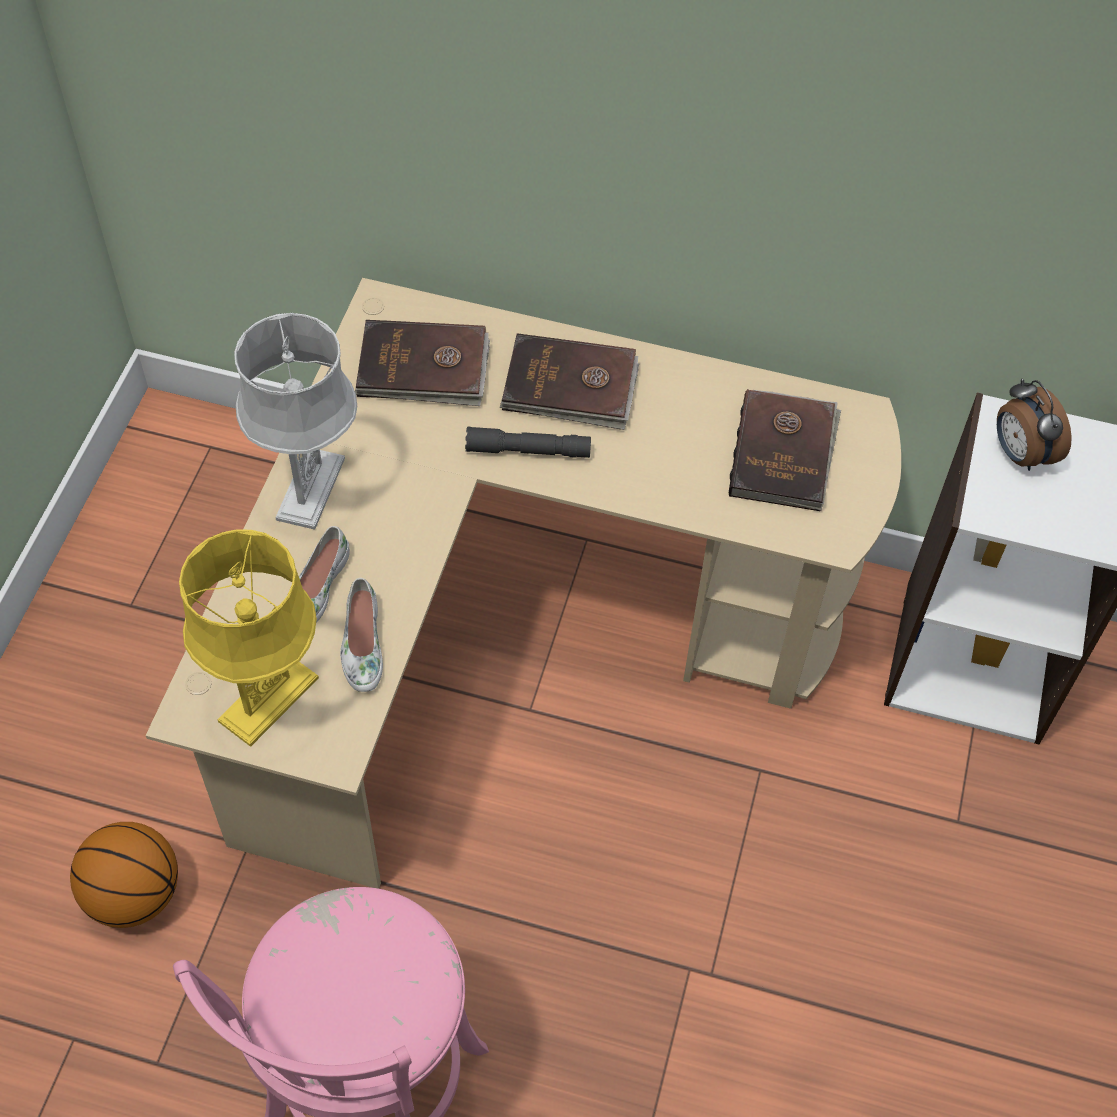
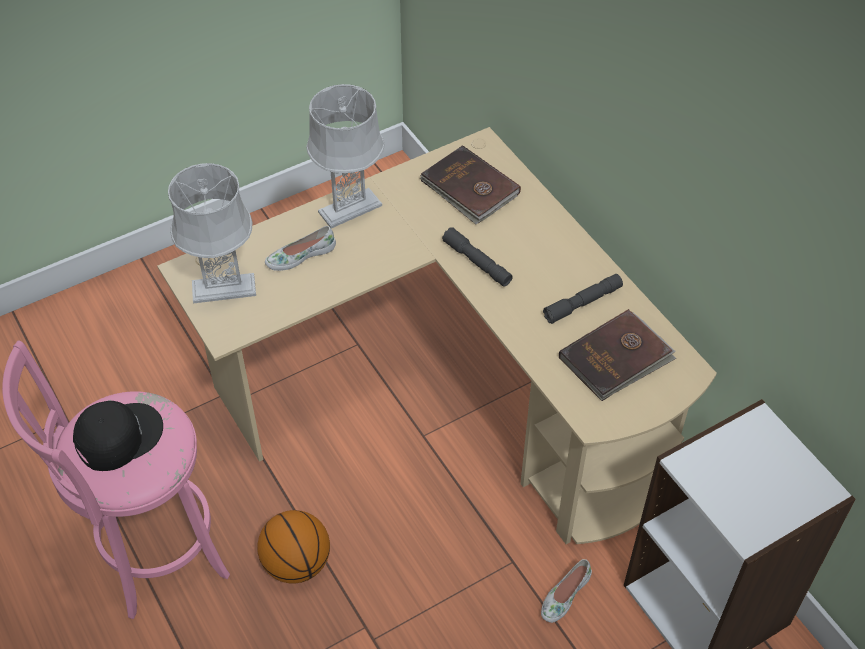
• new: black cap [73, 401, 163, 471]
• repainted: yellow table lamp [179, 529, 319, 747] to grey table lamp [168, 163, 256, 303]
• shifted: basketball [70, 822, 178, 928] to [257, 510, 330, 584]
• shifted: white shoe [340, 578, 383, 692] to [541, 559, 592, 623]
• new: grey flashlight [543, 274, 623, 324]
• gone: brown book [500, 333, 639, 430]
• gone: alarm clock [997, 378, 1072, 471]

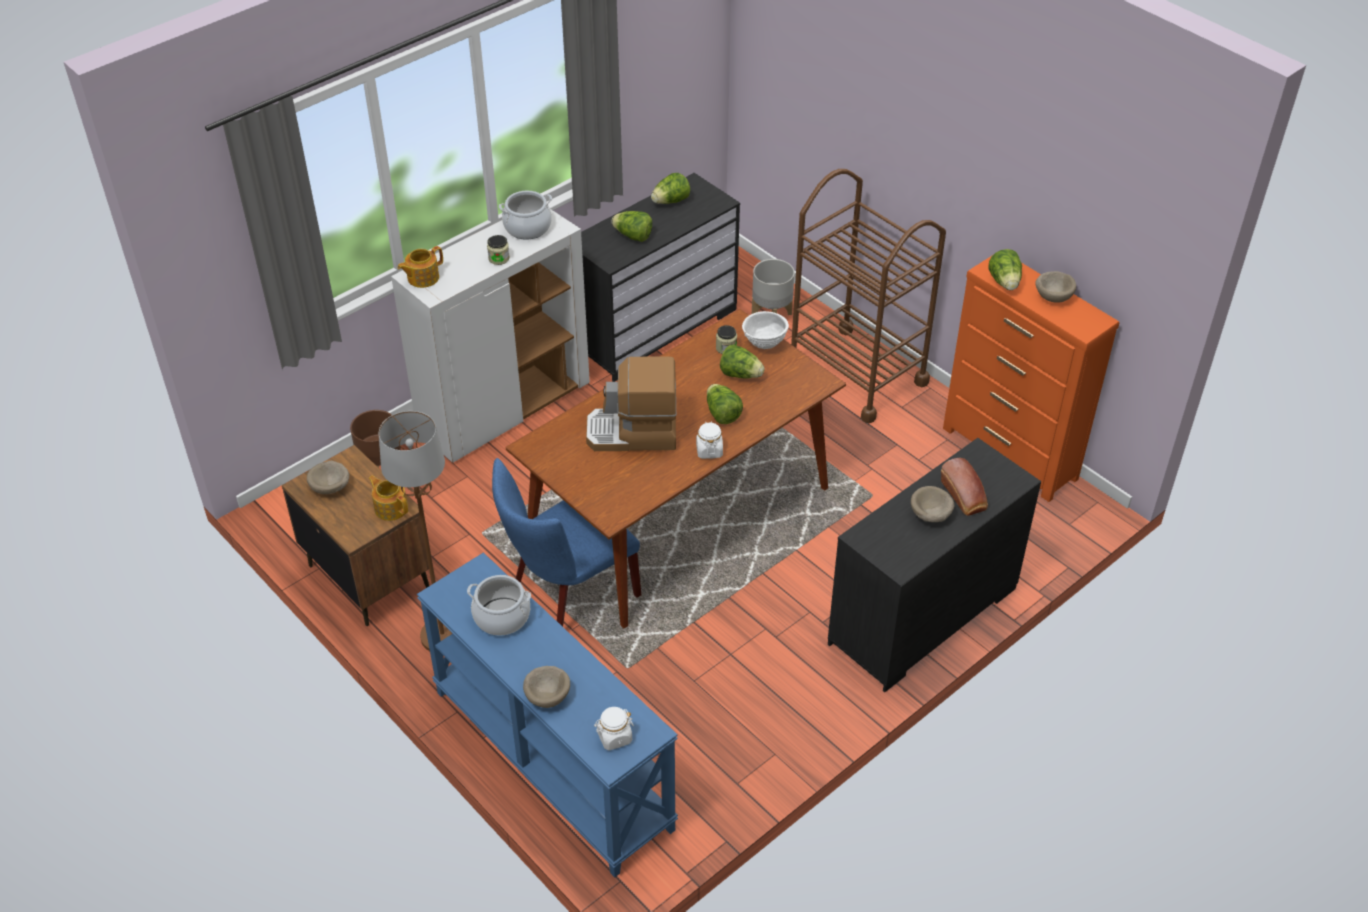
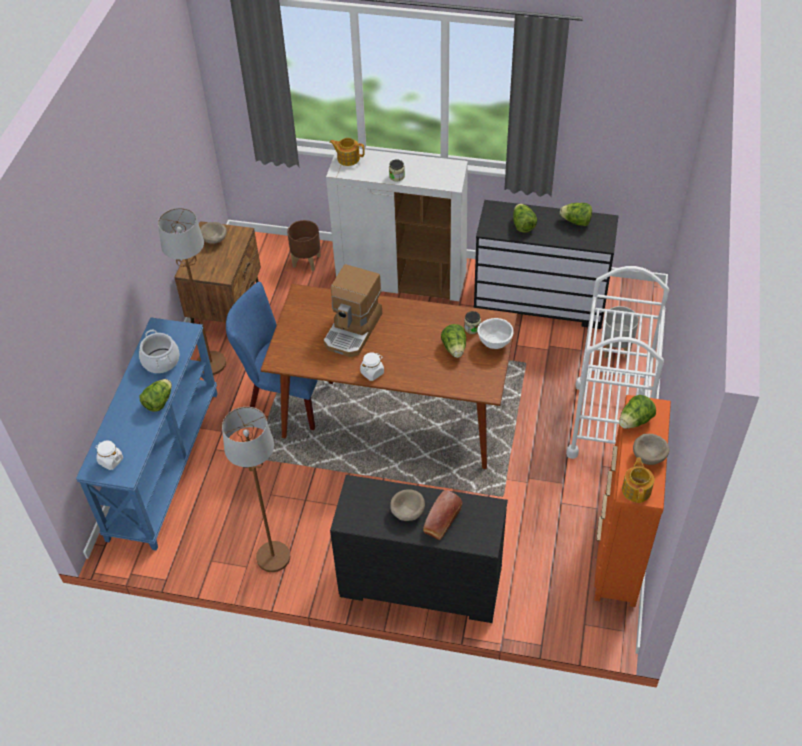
• shifted: lettuce [707, 384, 743, 424] to [139, 379, 172, 412]
• new: brown floor lamp [222, 407, 290, 572]
• rotated: coffee machine [586, 356, 676, 451] = [323, 264, 382, 357] 120 degrees counterclockwise
• repainted: brown cart [791, 169, 946, 423] to white cart [566, 266, 669, 459]
• shifted: teapot [368, 476, 408, 521] to [622, 457, 654, 503]
• gone: cooking pot [499, 191, 552, 240]
• gone: beige bowl [523, 666, 570, 708]

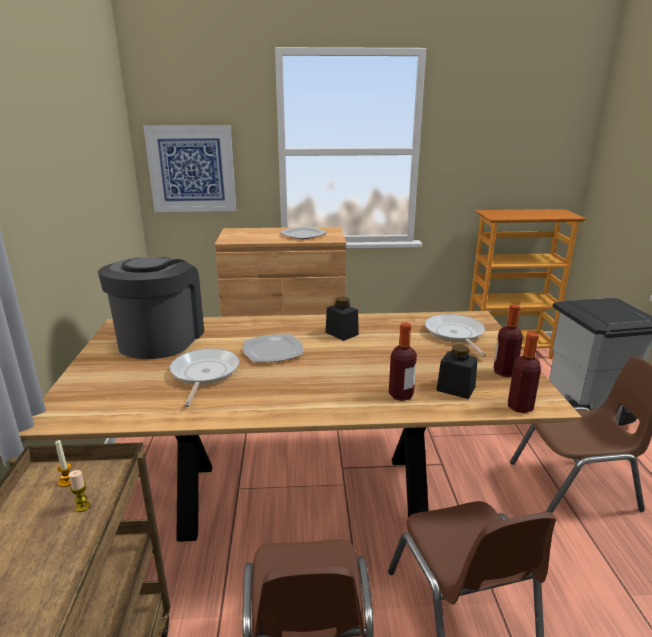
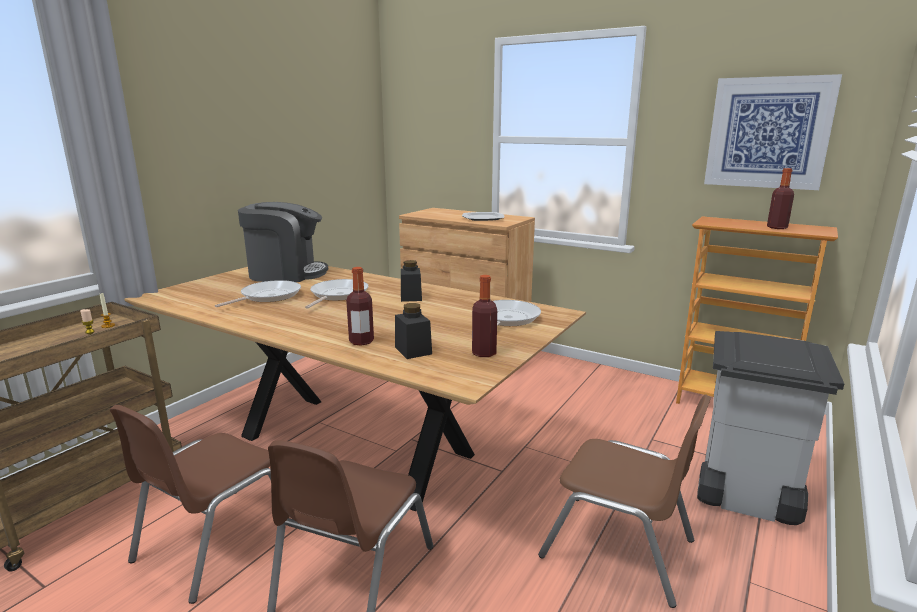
• rotated: coffee machine [98, 257, 204, 359] = [238, 202, 328, 282] 45 degrees clockwise
• swapped: plate [243, 334, 303, 362] to frying pan [305, 279, 368, 309]
• shifted: picture [143, 125, 236, 212] to [704, 74, 842, 190]
• shifted: bottle [508, 332, 541, 413] to [767, 168, 794, 229]

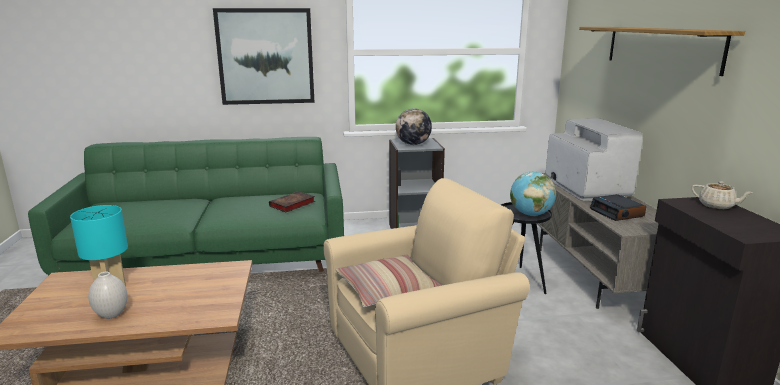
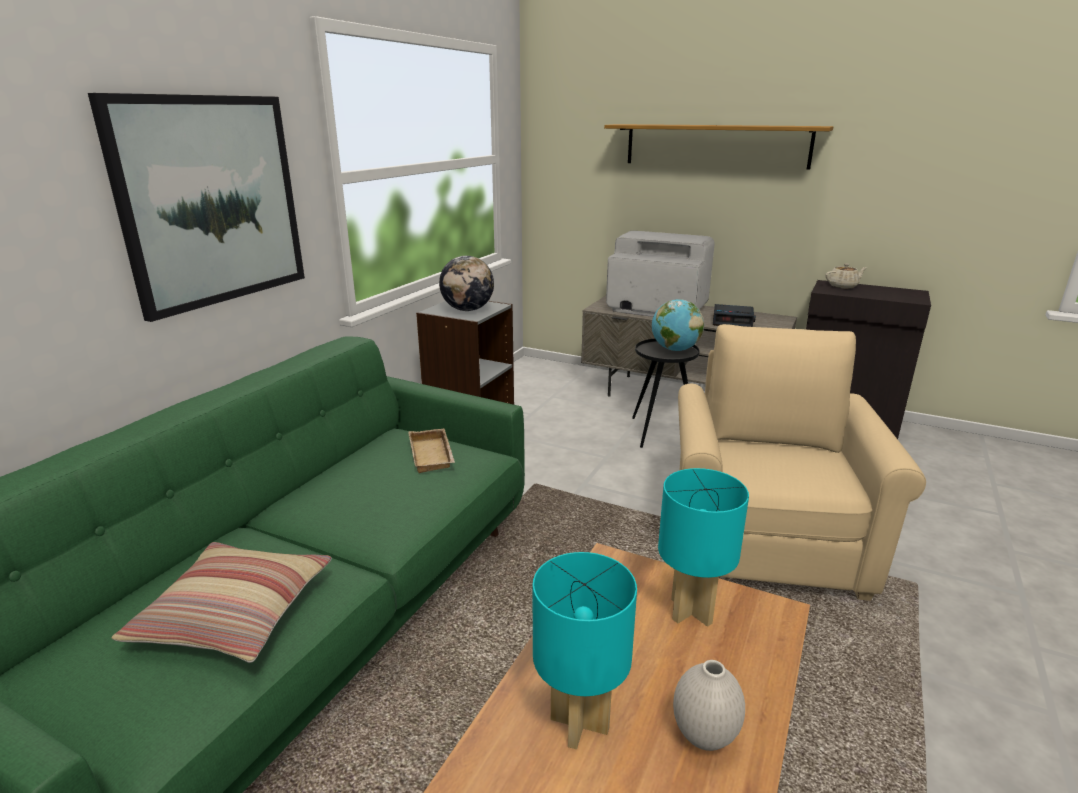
• shifted: pillow [335, 254, 442, 307] to [111, 542, 332, 663]
• swapped: book [269, 191, 315, 212] to beige tray [408, 428, 455, 473]
• new: turquoise table lamp [658, 468, 749, 627]

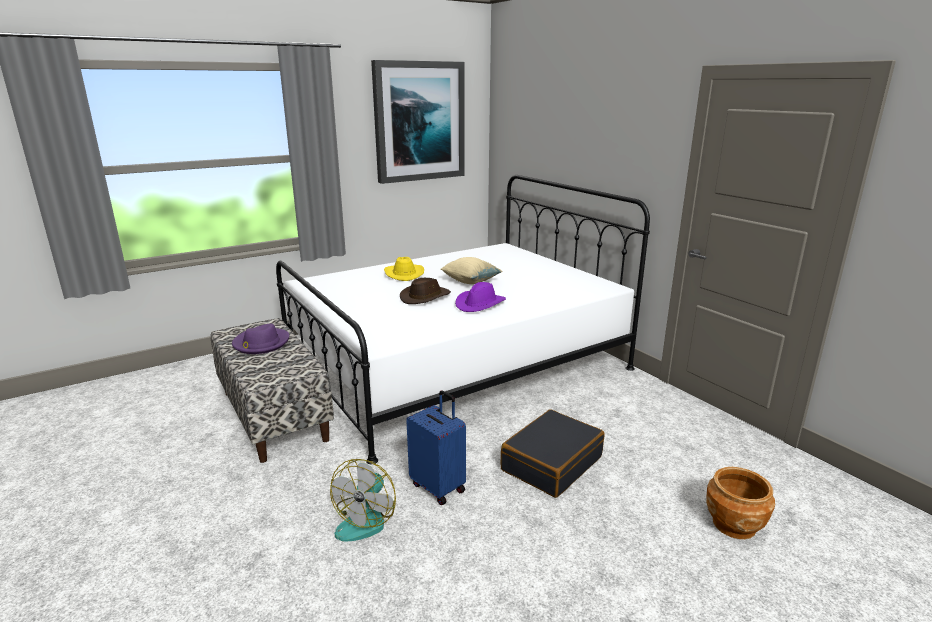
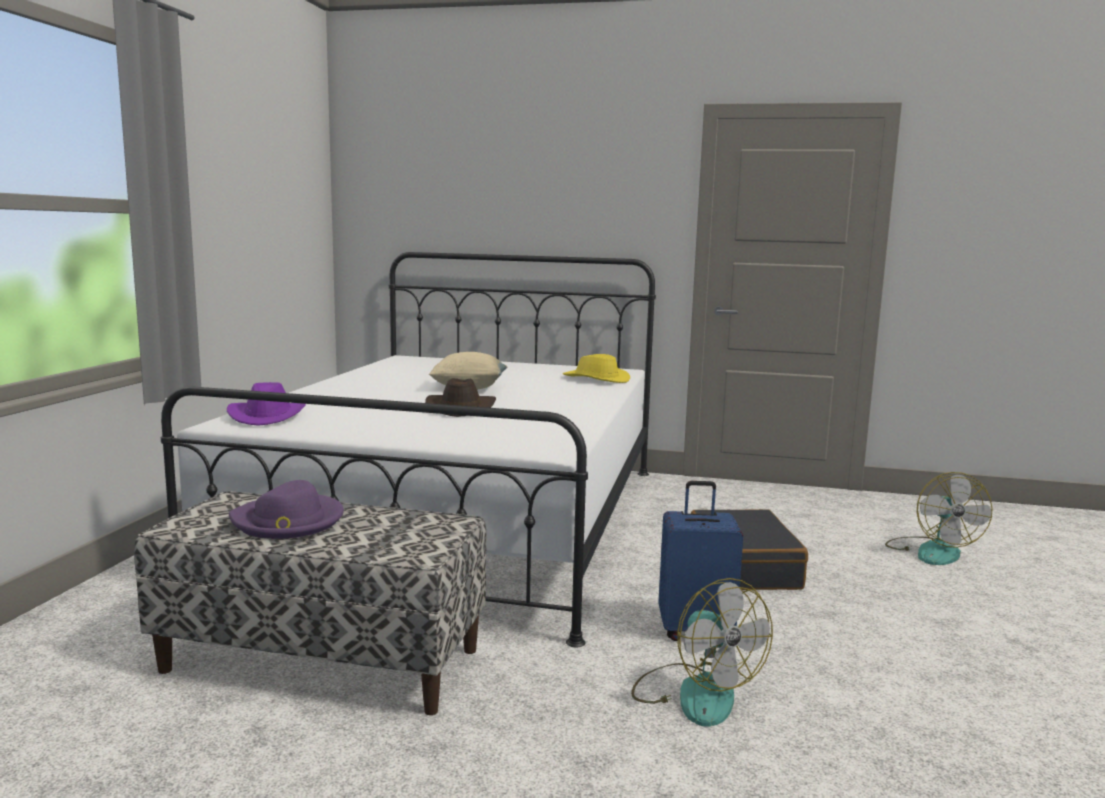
• shifted: purple hat [455, 282, 506, 312] to [227, 382, 306, 426]
• shifted: yellow hat [384, 257, 424, 281] to [563, 354, 630, 383]
• swapped: brown planter [706, 467, 775, 539] to fan [885, 472, 992, 565]
• gone: picture [371, 60, 465, 184]

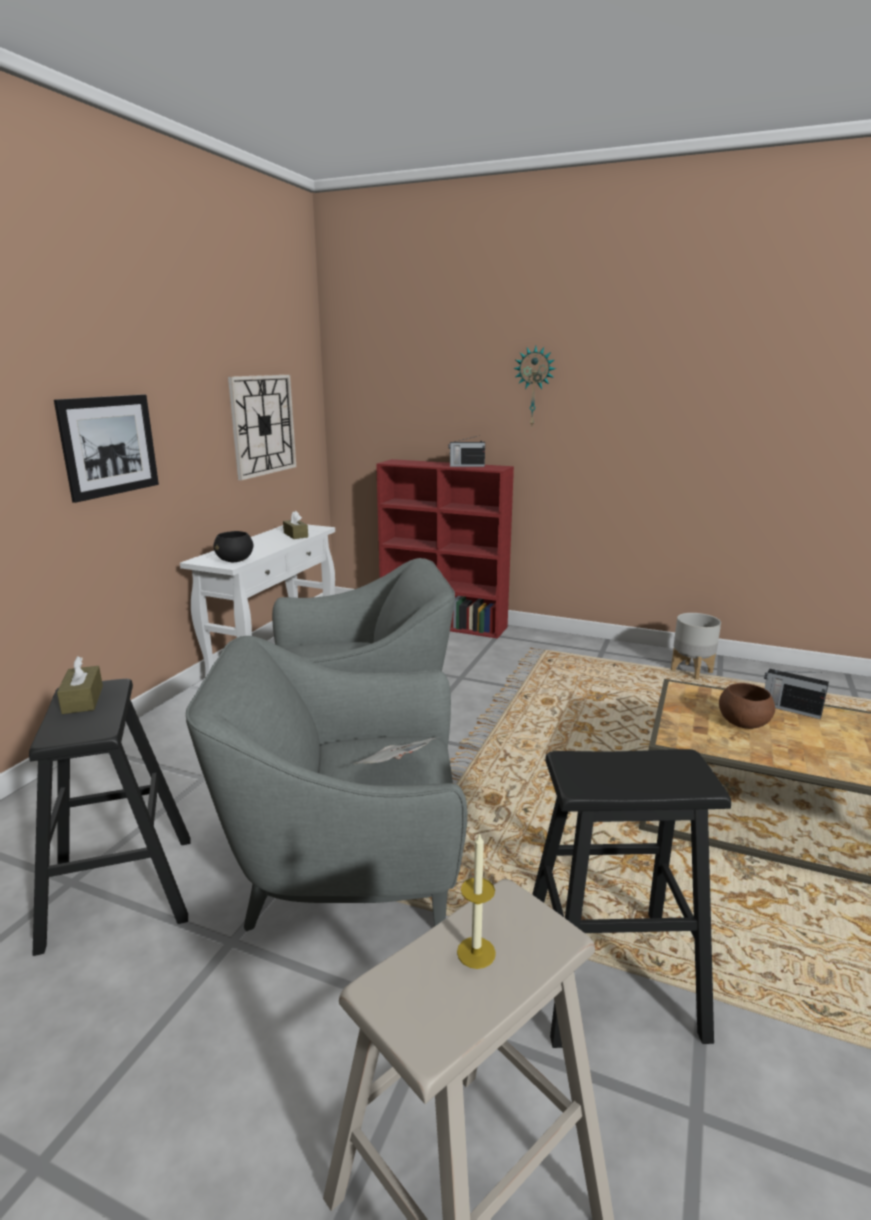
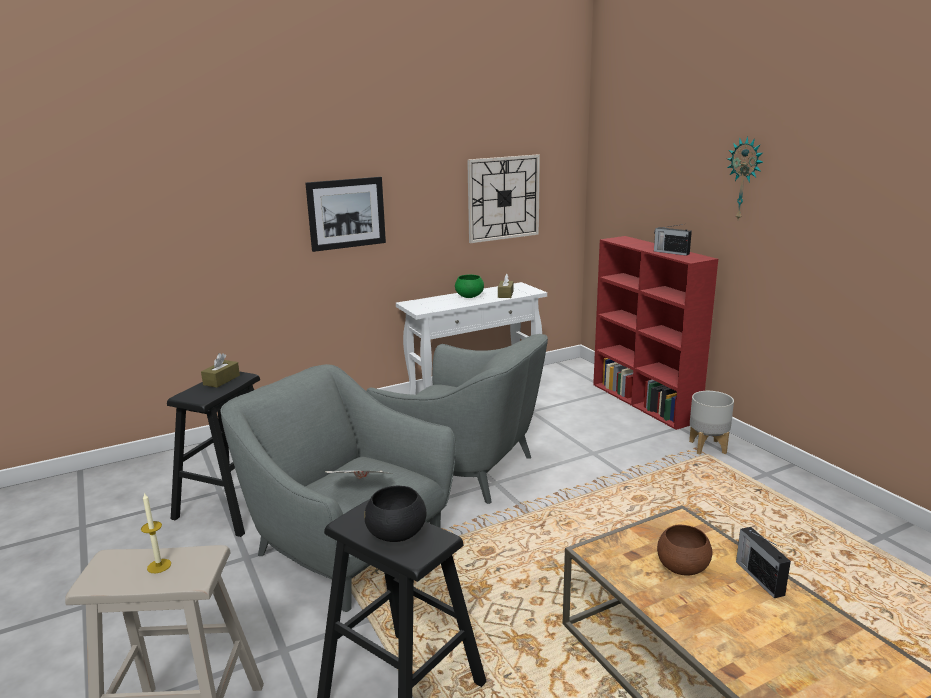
• shifted: black bowl [213, 531, 253, 562] to [364, 486, 426, 542]
• new: green bowl [455, 274, 484, 298]
• shifted: grey planter [671, 613, 721, 680] to [689, 391, 734, 454]

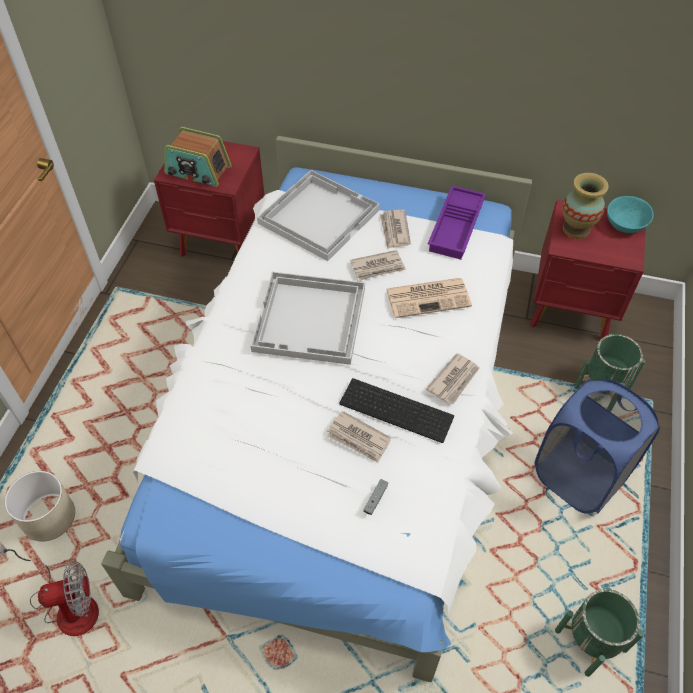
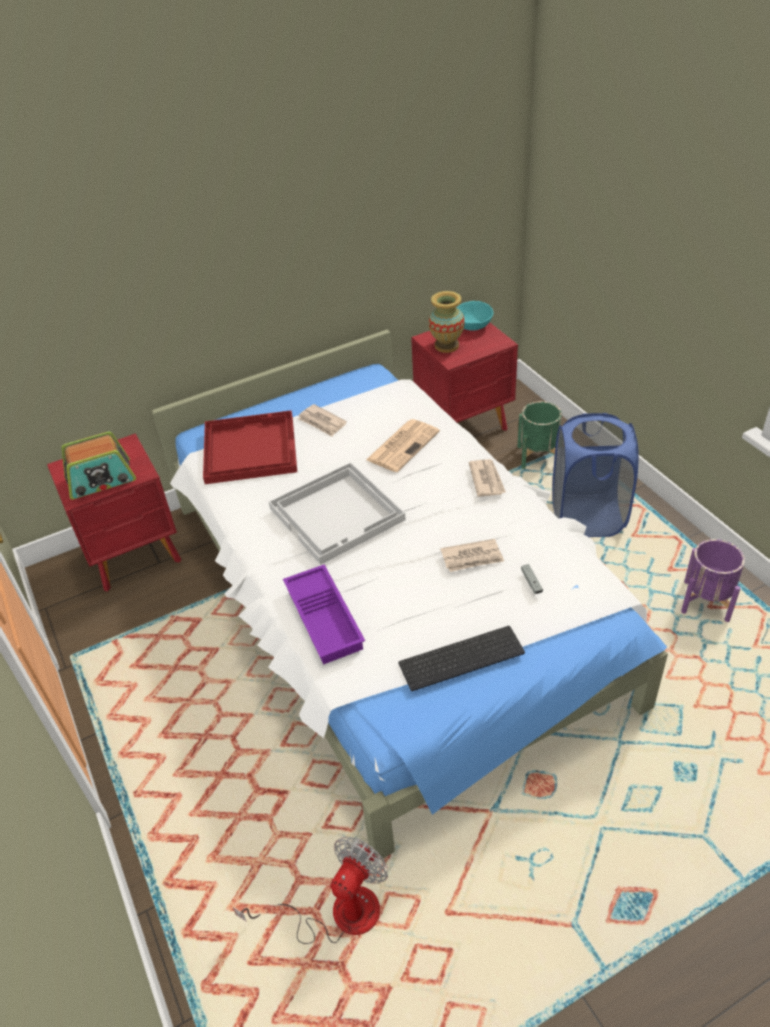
• repainted: white tray [257, 170, 380, 261] to red tray [203, 411, 297, 484]
• shifted: purple tray [428, 186, 486, 259] to [283, 564, 365, 665]
• shifted: keyboard [340, 378, 454, 443] to [398, 626, 525, 691]
• repainted: green planter [555, 587, 644, 677] to purple planter [681, 539, 745, 622]
• gone: beige planter [5, 471, 75, 542]
• gone: newspaper [350, 250, 406, 281]

